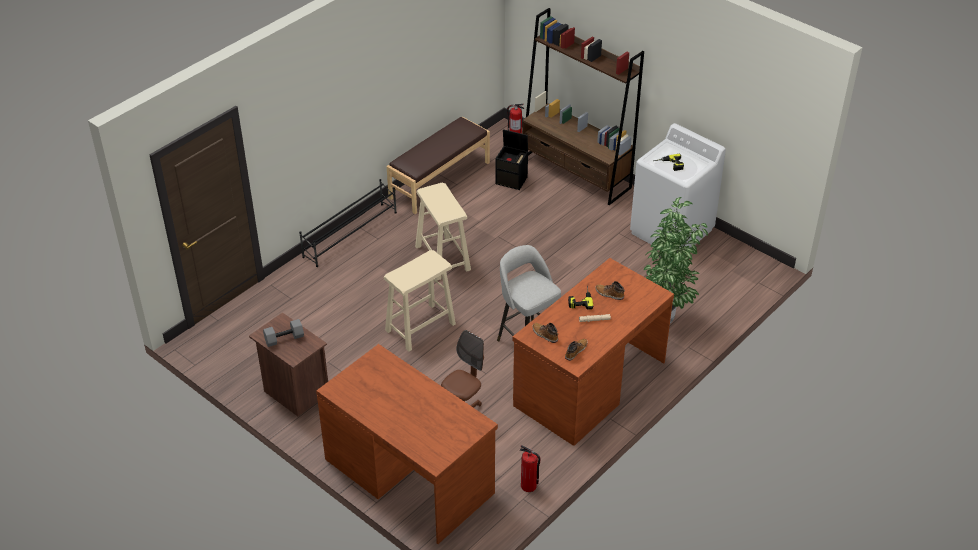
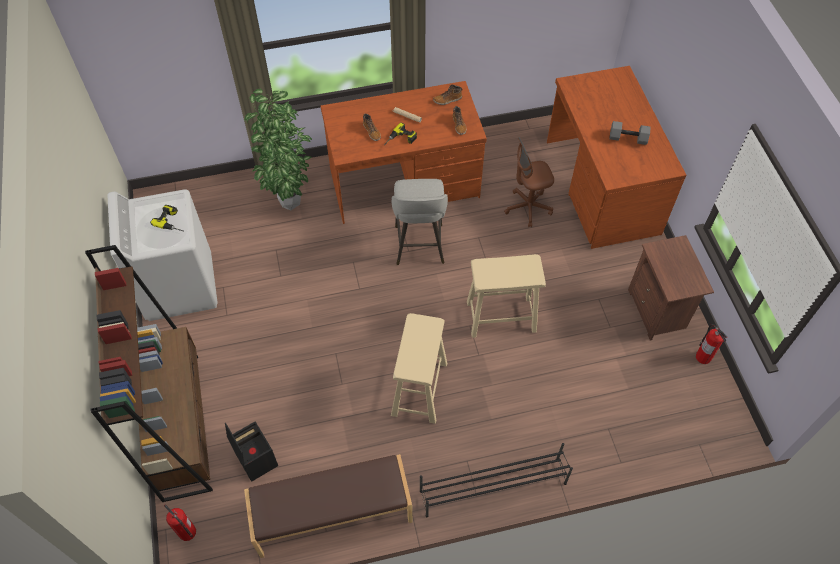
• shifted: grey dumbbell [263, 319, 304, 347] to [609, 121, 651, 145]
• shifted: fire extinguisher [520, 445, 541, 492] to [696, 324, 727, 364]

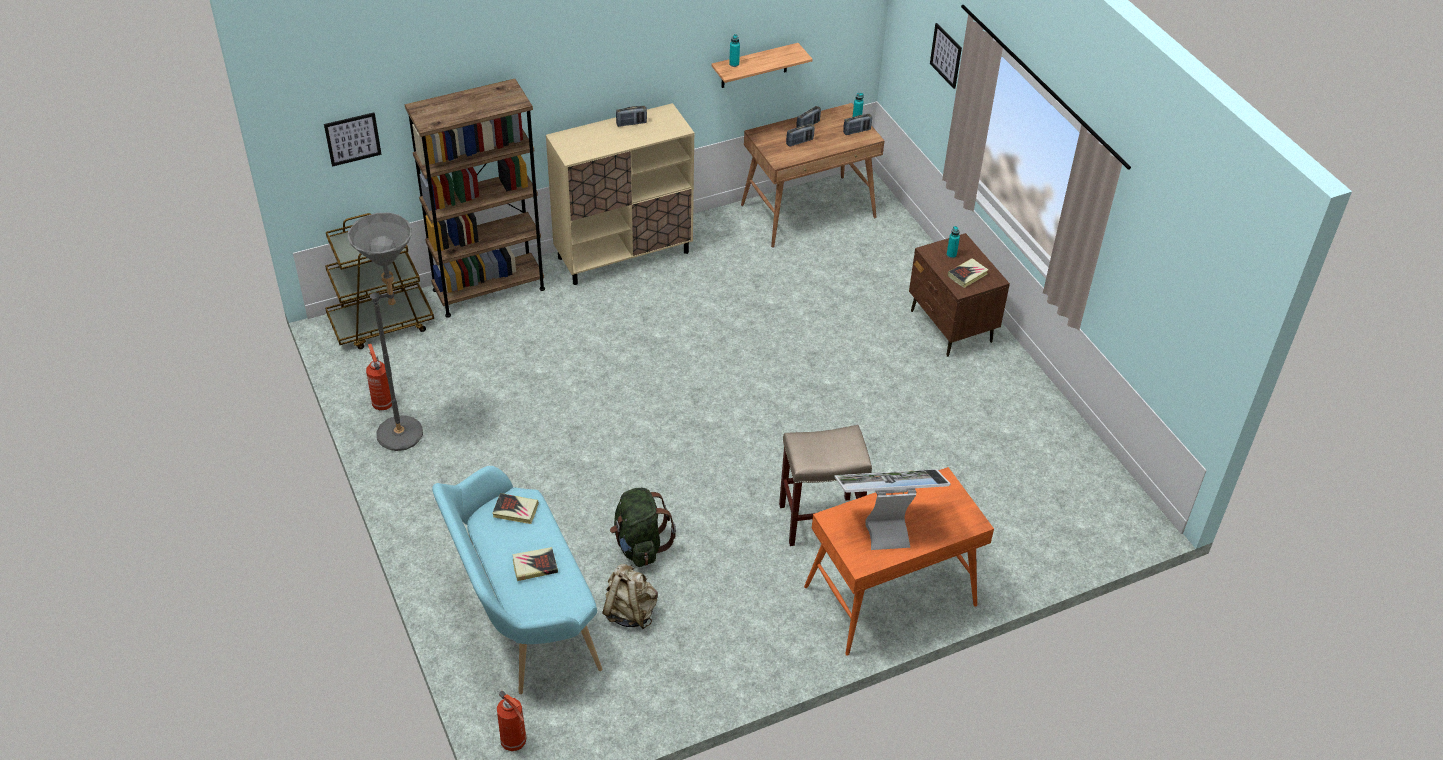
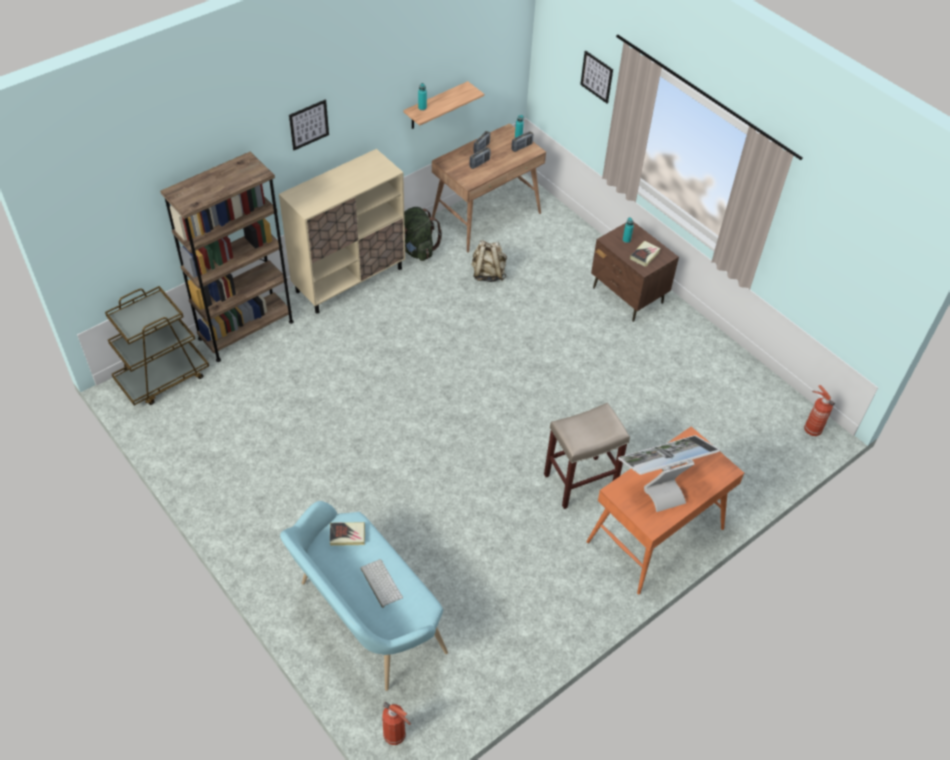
• shifted: picture [324, 112, 382, 167] to [289, 100, 329, 150]
• swapped: book [512, 547, 558, 581] to keyboard [360, 559, 403, 608]
• shifted: green backpack [610, 488, 676, 567] to [404, 207, 442, 261]
• shifted: beige backpack [602, 564, 658, 629] to [472, 240, 507, 282]
• shifted: fire extinguisher [366, 344, 392, 410] to [804, 385, 835, 436]
• gone: grey floor lamp [348, 213, 423, 451]
• gone: radio [616, 106, 647, 127]

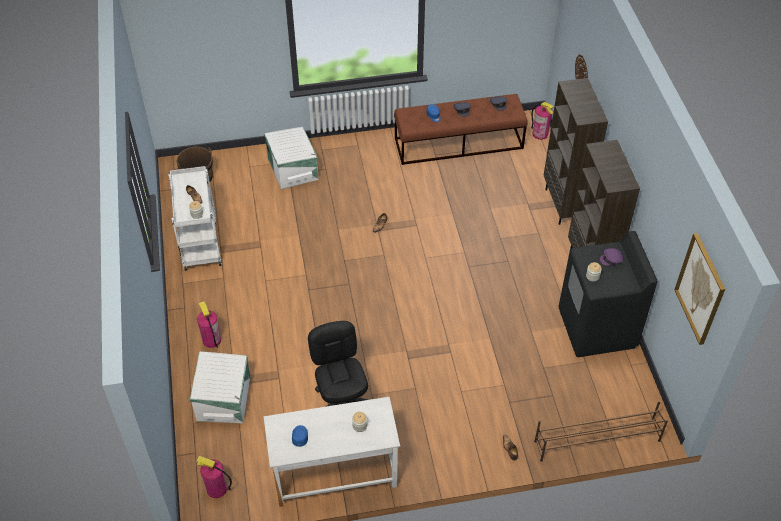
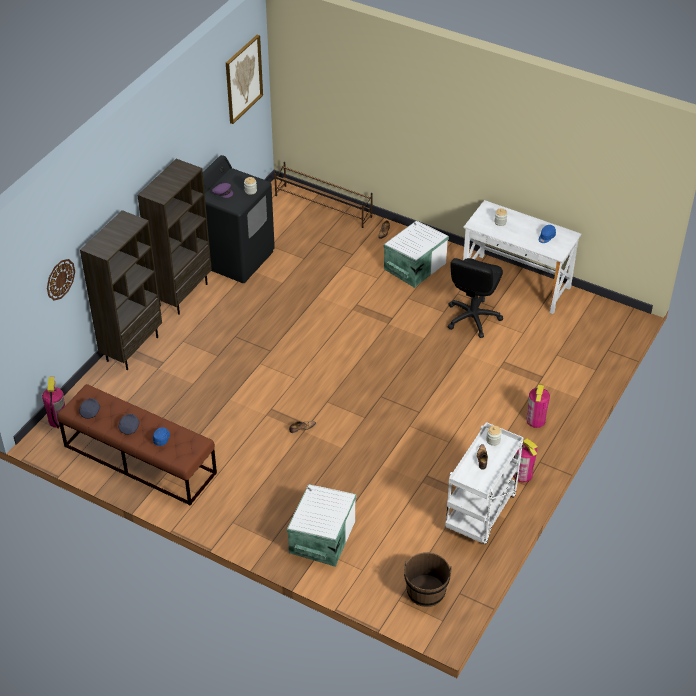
• shifted: white storage box [190, 351, 251, 423] to [383, 221, 449, 288]
• shifted: fire extinguisher [196, 456, 232, 498] to [513, 439, 538, 483]

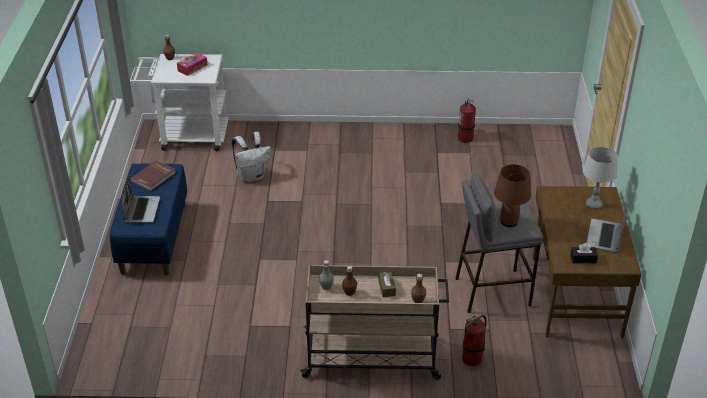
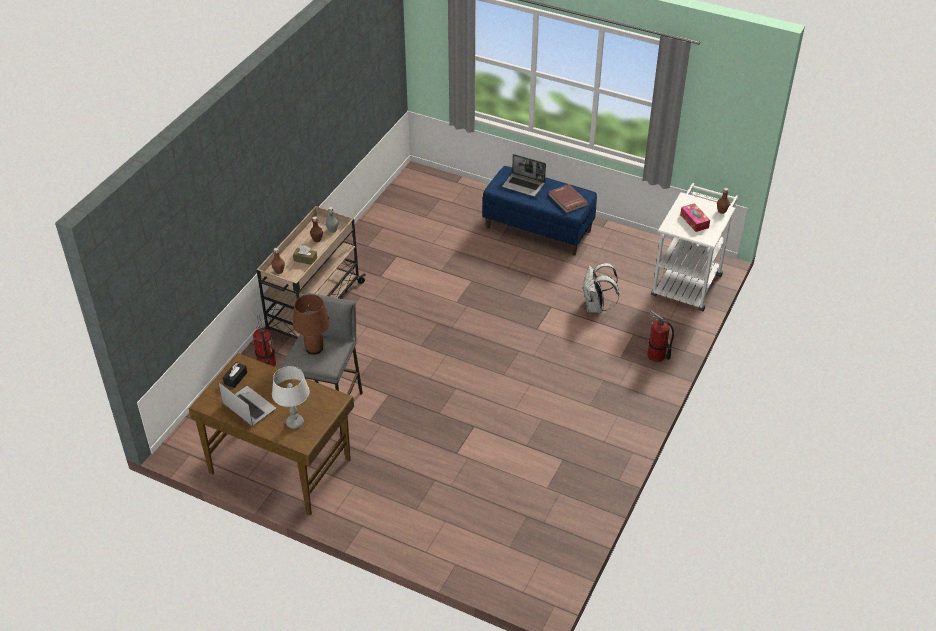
• shifted: fire extinguisher [458, 98, 476, 143] to [647, 310, 674, 362]

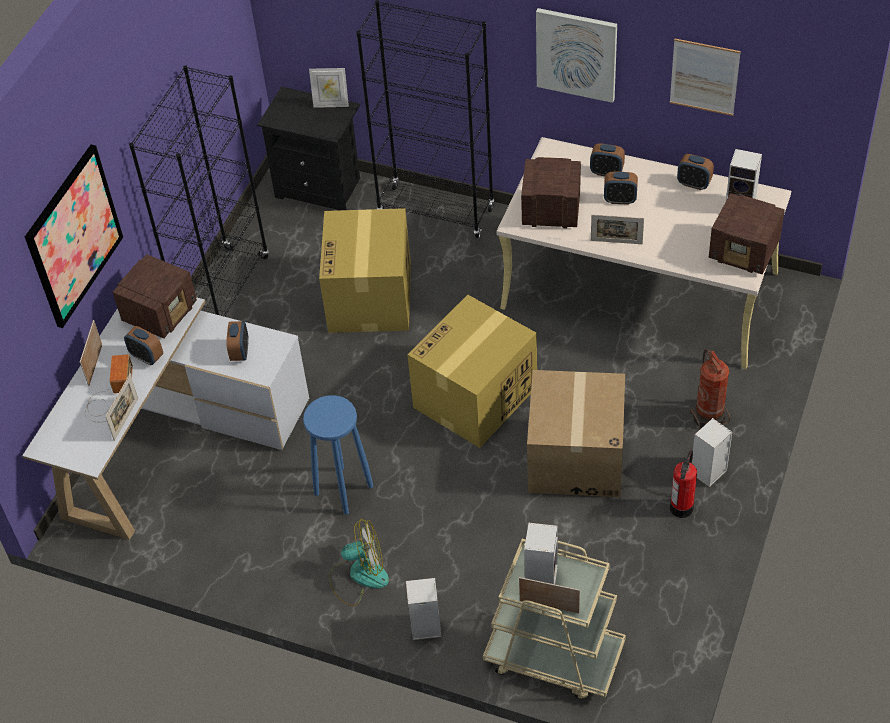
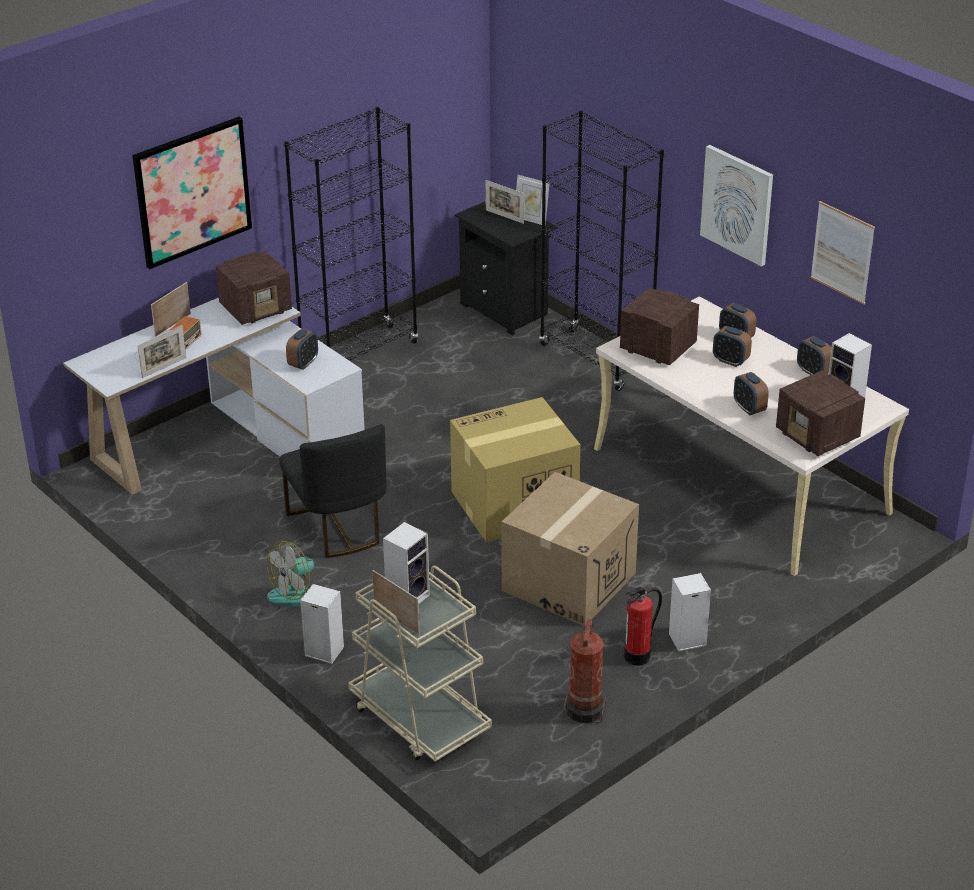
• rotated: fan [329, 519, 389, 606] = [267, 541, 329, 607] 120 degrees clockwise
• swapped: blue stool [303, 395, 373, 515] to black chair [279, 424, 386, 558]
• shifted: picture frame [591, 214, 644, 244] to [485, 180, 524, 224]
• shifted: fire extinguisher [690, 349, 730, 430] to [563, 619, 606, 723]
• shifted: alarm clock [124, 326, 163, 365] to [734, 372, 769, 416]
• gone: cardboard box [319, 208, 411, 333]

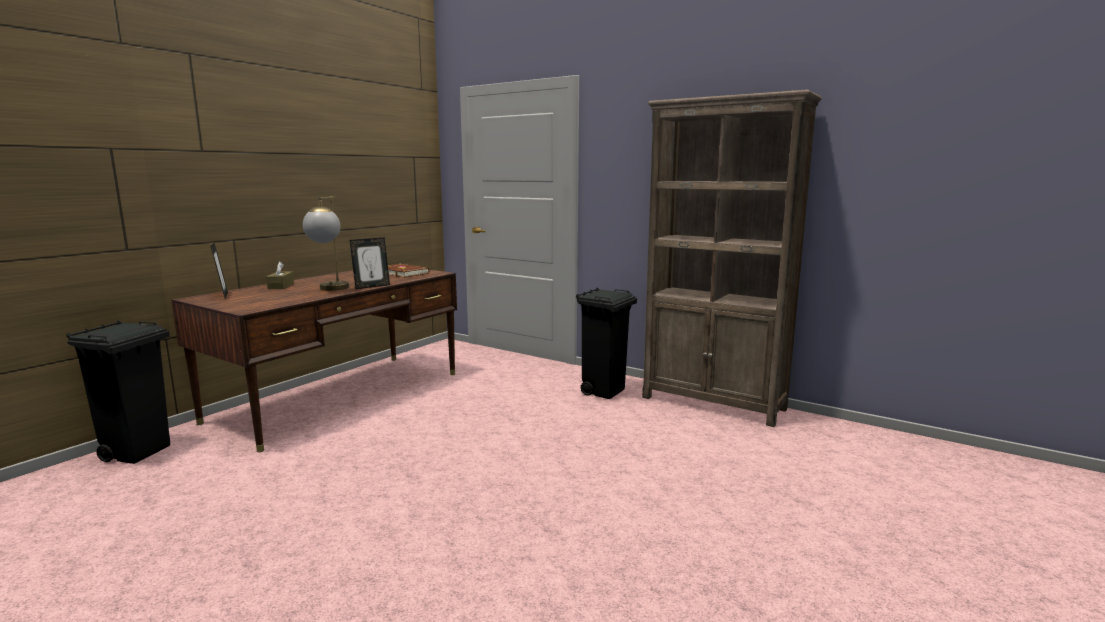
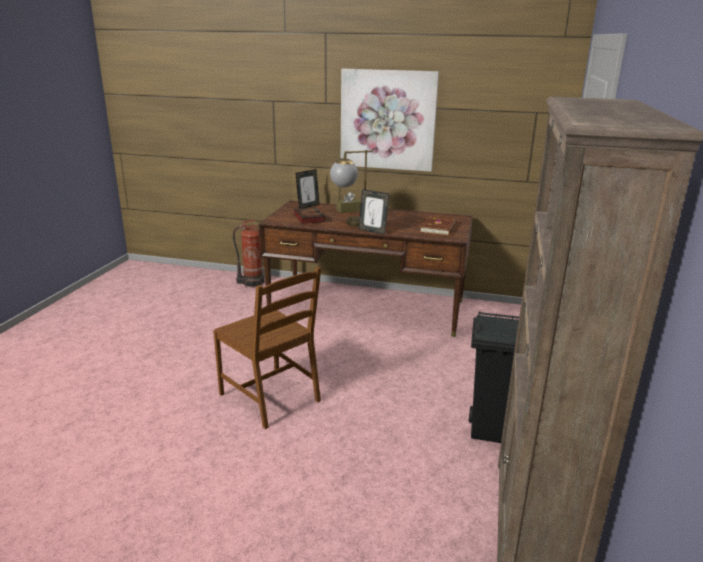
• new: brown chair [213, 267, 321, 429]
• swapped: black trash can [66, 321, 170, 464] to fire extinguisher [233, 220, 265, 287]
• new: book [294, 207, 326, 224]
• new: picture [341, 69, 439, 172]

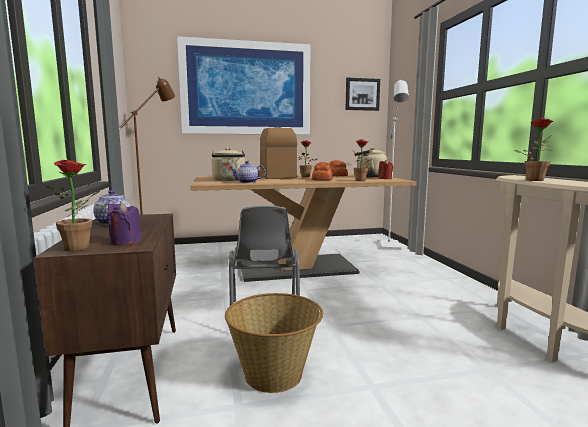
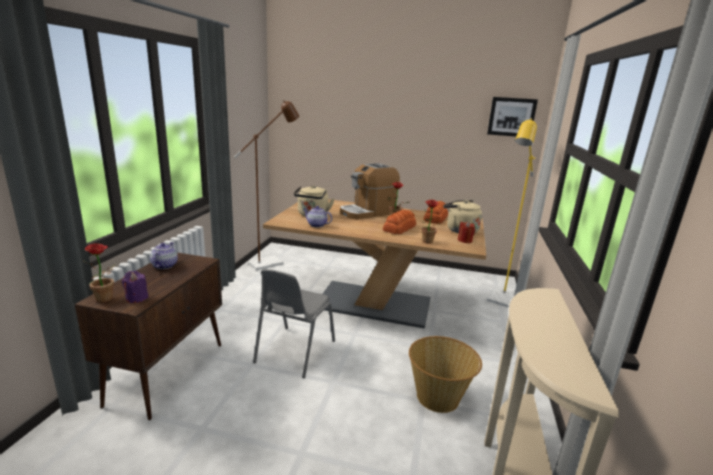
• rotated: coffee machine [258, 127, 297, 179] = [340, 163, 400, 220] 135 degrees counterclockwise
• shifted: basket [225, 293, 323, 393] to [409, 336, 482, 413]
• repainted: white floor lamp [379, 80, 409, 250] to yellow floor lamp [487, 118, 537, 307]
• gone: picture [177, 36, 310, 135]
• gone: potted plant [514, 118, 554, 181]

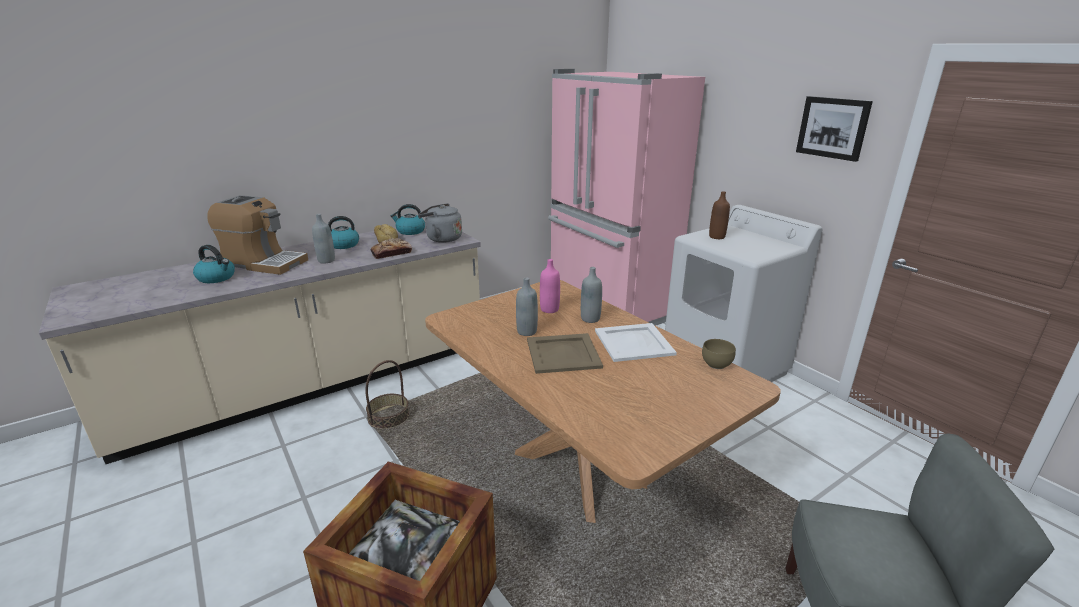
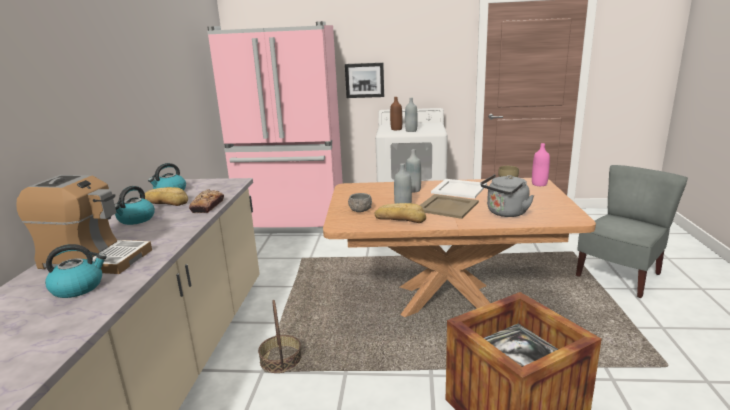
• rotated: coffee machine [207, 195, 308, 275] = [16, 175, 152, 274] 45 degrees clockwise
• shifted: picture [796, 96, 873, 162] to [345, 63, 384, 98]
• new: grey bowl [348, 193, 372, 212]
• new: bread [375, 203, 426, 223]
• shifted: grey bottle [312, 214, 335, 264] to [405, 98, 418, 132]
• shifted: grey kettle [418, 203, 462, 243] to [481, 174, 534, 217]
• shifted: pink bottle [540, 259, 560, 313] to [532, 143, 550, 186]

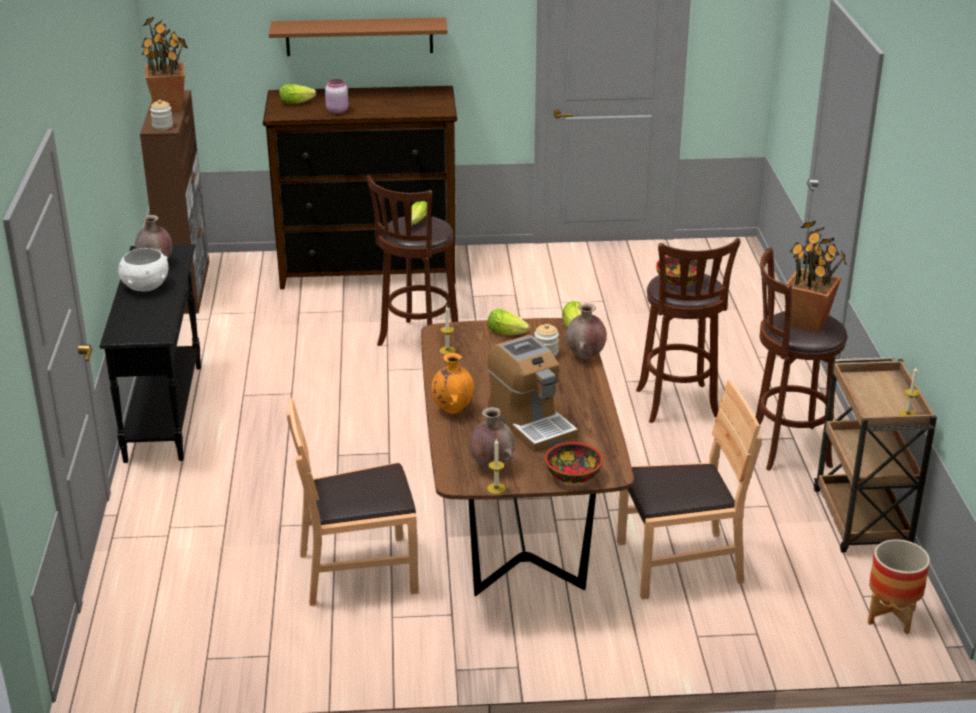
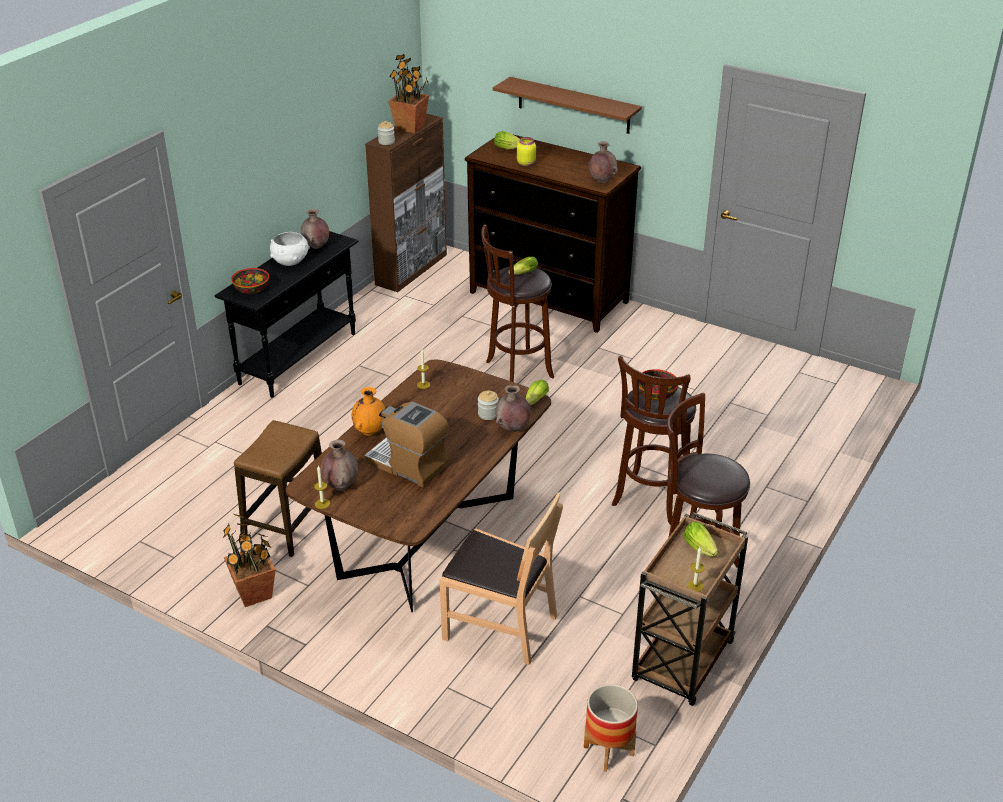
• shifted: potted plant [786, 221, 847, 333] to [223, 514, 276, 607]
• shifted: bowl [545, 442, 603, 484] to [231, 268, 269, 294]
• swapped: brown chair [287, 398, 419, 606] to stool [234, 420, 322, 557]
• rotated: coffee machine [487, 335, 578, 452] = [364, 402, 449, 487] 120 degrees clockwise
• repainted: pink jar [325, 79, 349, 114] to yellow jar [517, 137, 536, 166]
• new: brown vase [588, 141, 618, 183]
• shifted: lettuce [487, 309, 530, 335] to [684, 522, 718, 557]

